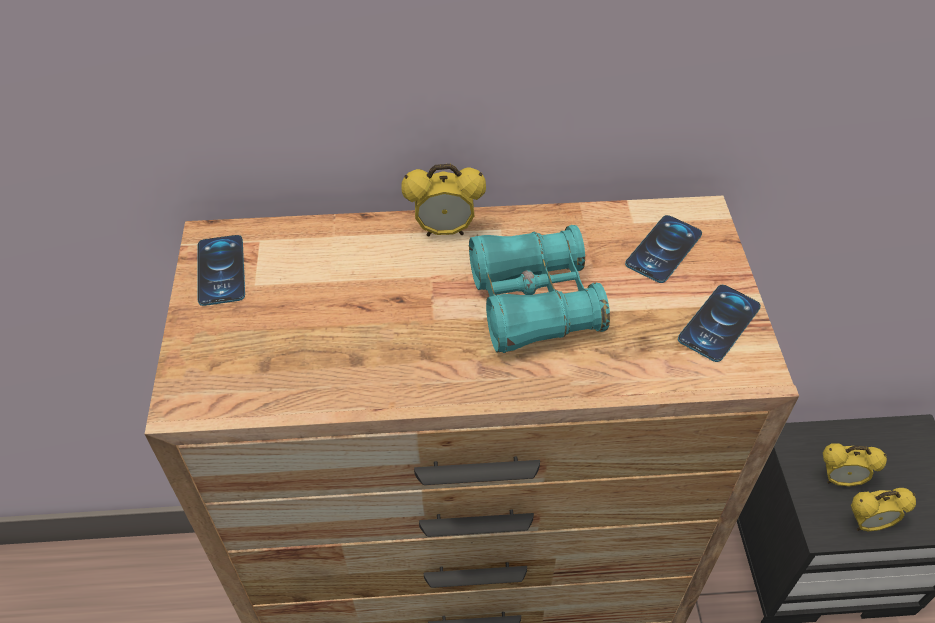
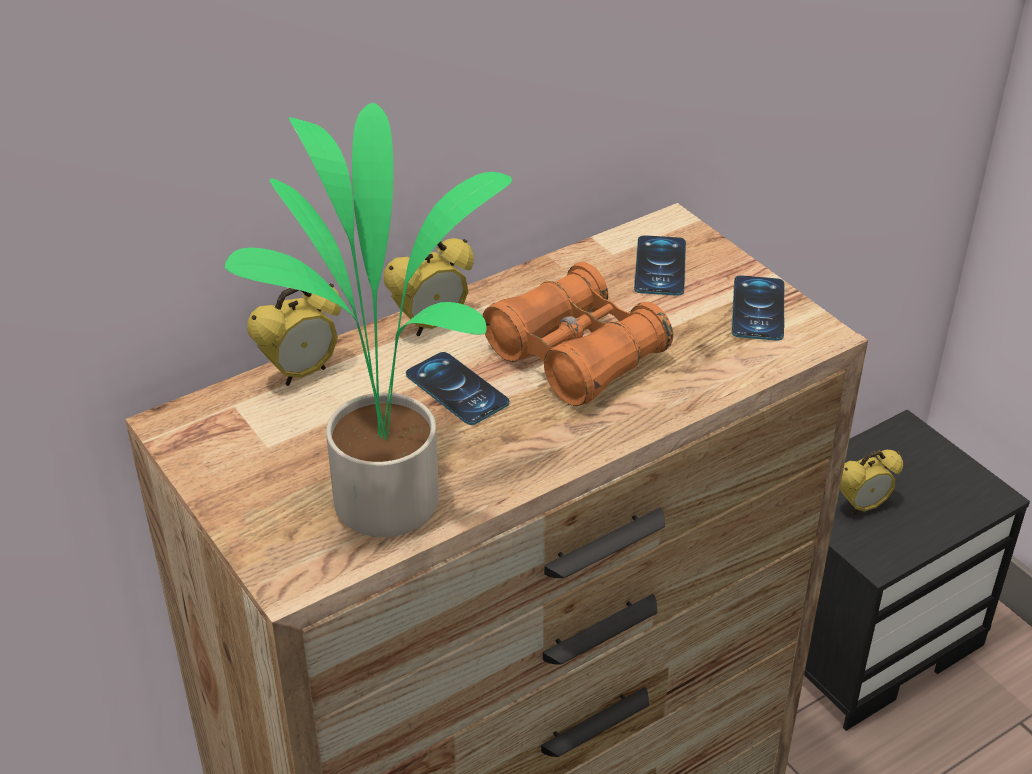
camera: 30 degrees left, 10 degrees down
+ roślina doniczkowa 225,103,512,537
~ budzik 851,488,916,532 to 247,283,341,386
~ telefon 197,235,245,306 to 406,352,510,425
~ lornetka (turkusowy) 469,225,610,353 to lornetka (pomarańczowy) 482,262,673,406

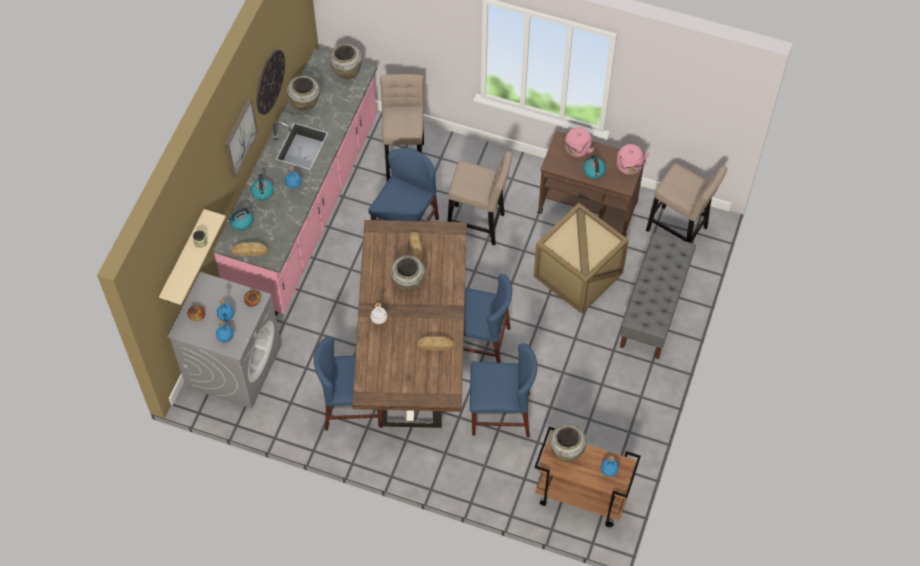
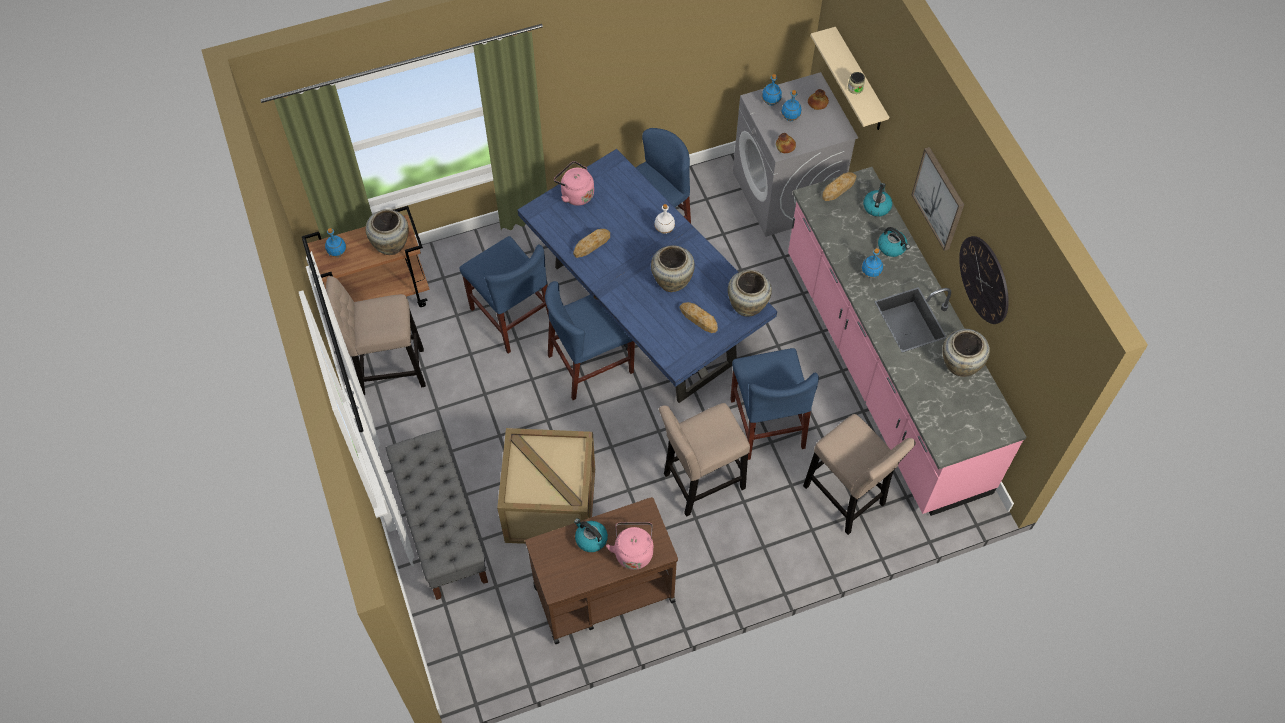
camera: 140 degrees right, 0 degrees up
~ stołek (beżowy) 646,164,728,243 to 326,276,426,395
~ krzesło (niebieski) 470,344,537,437 = 460,236,549,354 90 degrees counterclockwise
~ stół jadalny (brązowy) 352,220,467,428 to stół jadalny (niebieski) 517,149,777,403
~ czajnik (różowy) 616,144,649,174 to 554,161,594,206
~ wazon (beżowy) 329,44,362,80 to 728,270,772,317

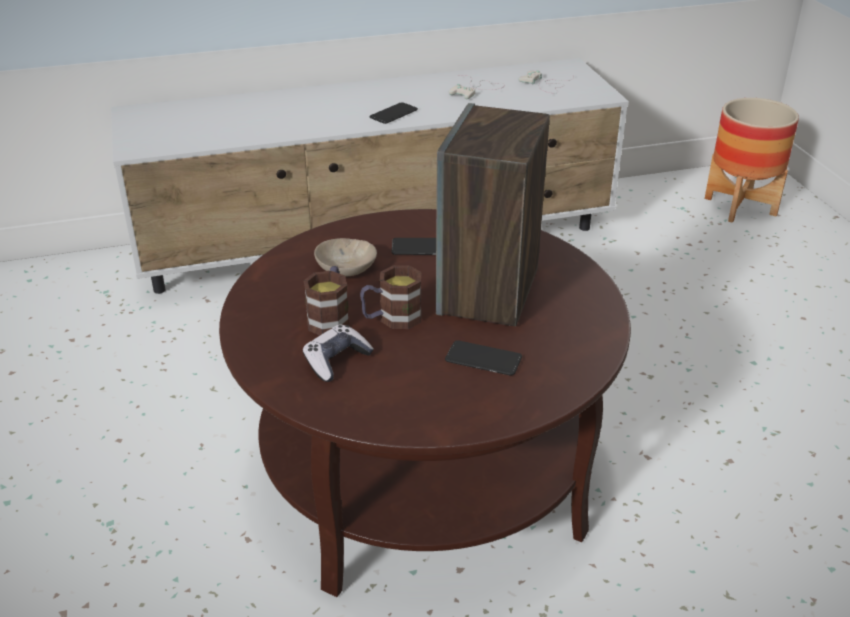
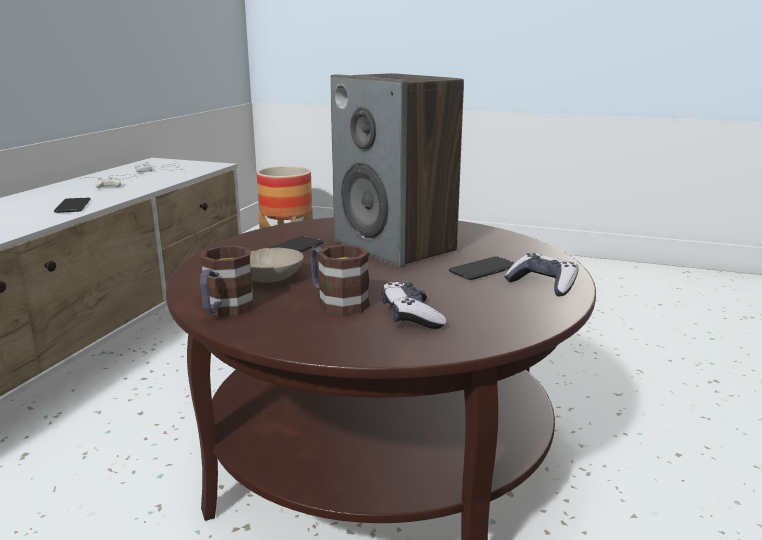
camera: 55 degrees left, 15 degrees down
~ kubek 360,265,422,329 to 200,245,254,316
+ pad do gier 504,253,579,296

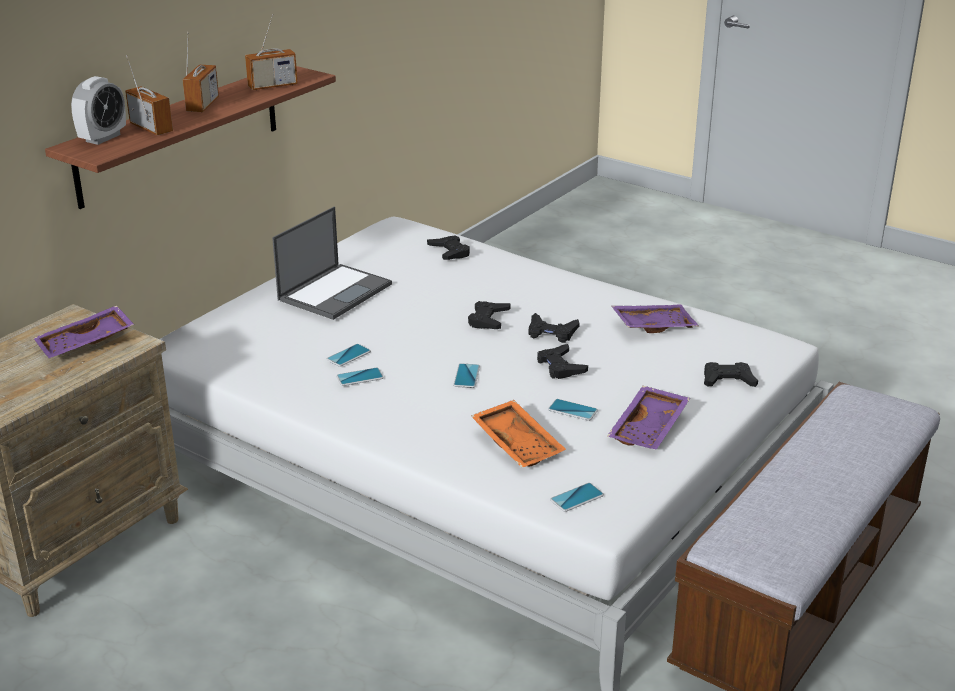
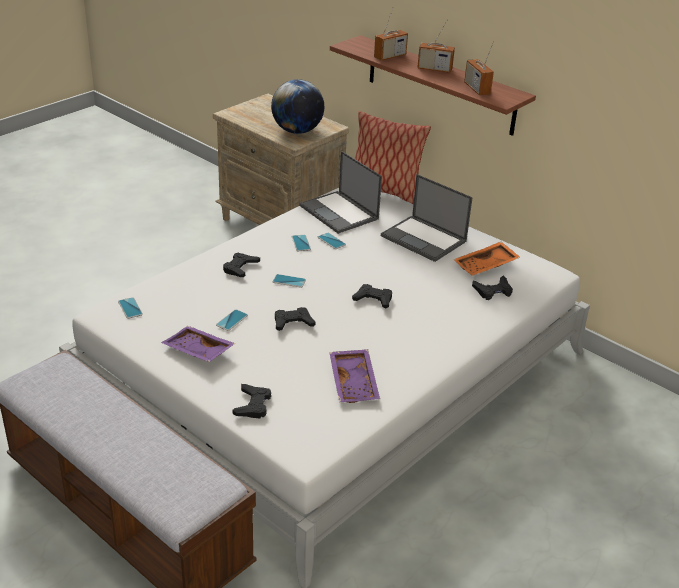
camera: 95 degrees right, 5 degrees up
~ pad do gier (czarny) 529,313,580,343 to 223,253,260,277
~ taca (fioletowy) 33,305,134,358 to globus 271,79,324,134
+ laptop 300,151,382,234
+ poduszka 355,111,431,204
~ taca (pomarańczowy) 471,400,566,468 to 453,242,520,276
- budzik 71,76,126,145

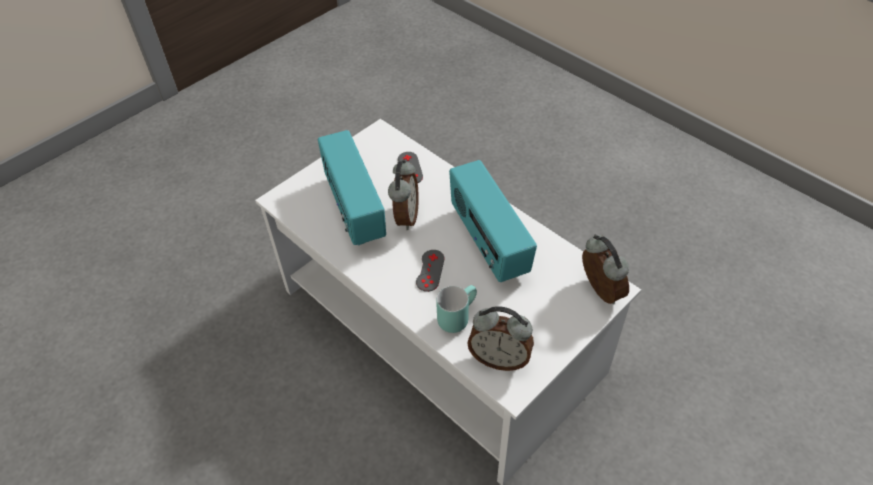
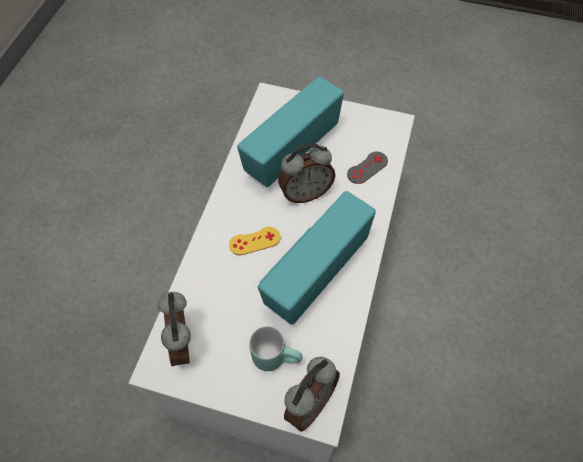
camera: 60 degrees right, 10 degrees up
~ pad do gier (szary) 416,250,445,292 to pad do gier (żółty) 229,227,281,255
~ kubek (turkusowy) 436,285,477,333 to 249,326,303,371

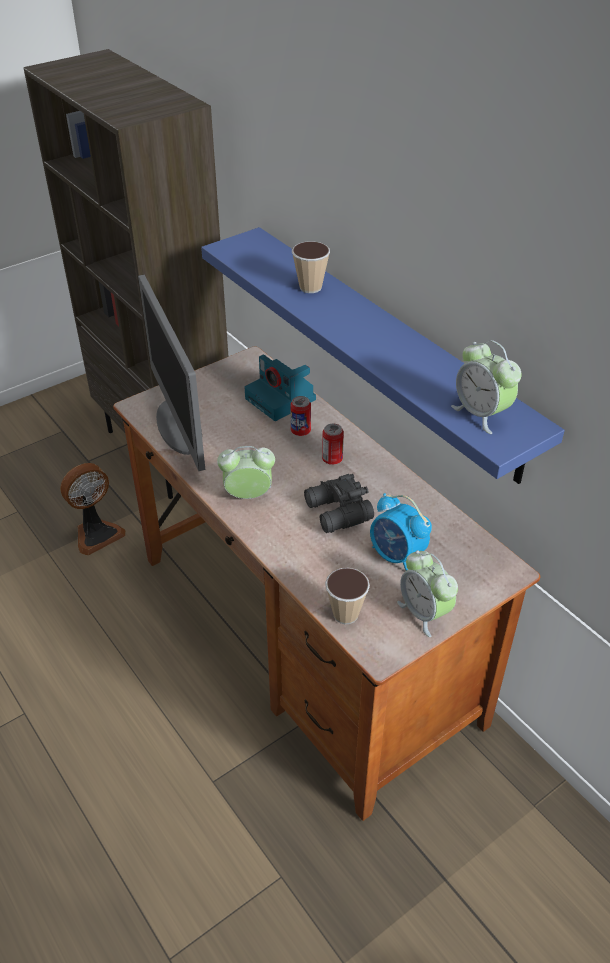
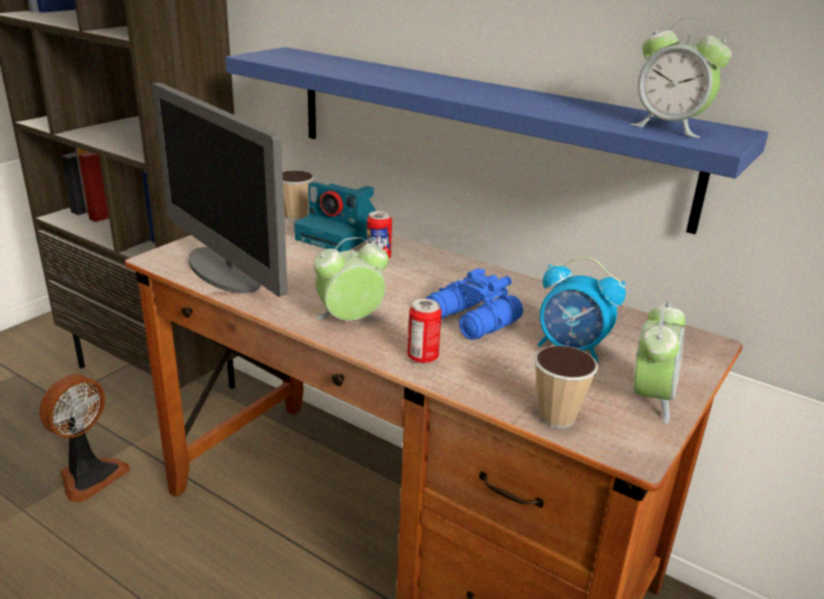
camera: 20 degrees left, 15 degrees down
~ filiżanka 292,241,330,293 to 283,170,314,220
~ puszka 322,424,344,465 to 407,299,442,363
~ lornetka (czarny) 304,474,374,533 to lornetka (niebieski) 425,268,523,340
~ budzik 397,550,458,637 = 633,300,685,424 105 degrees counterclockwise

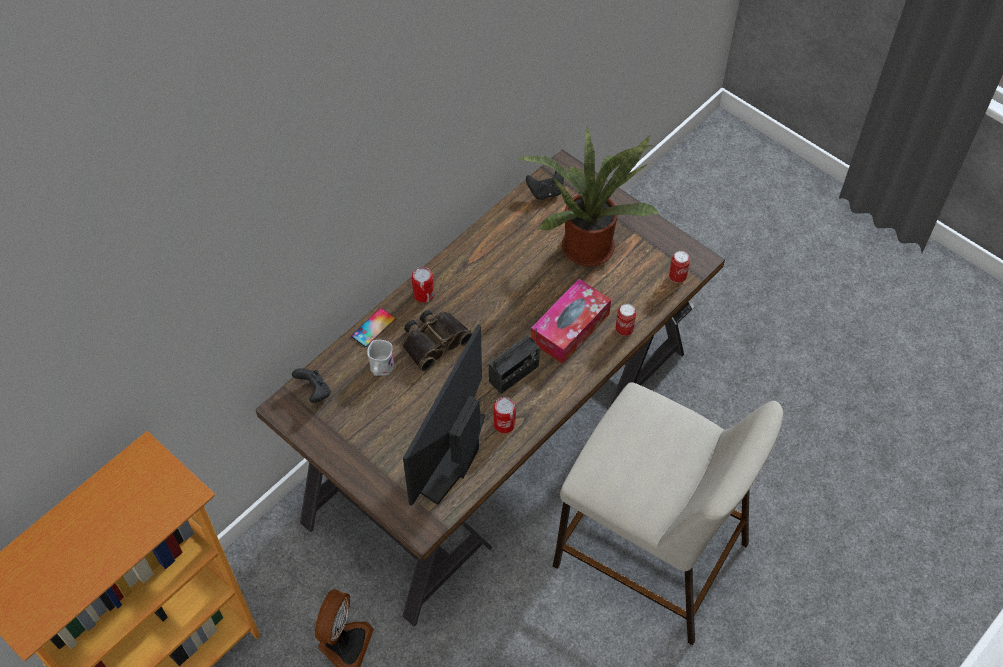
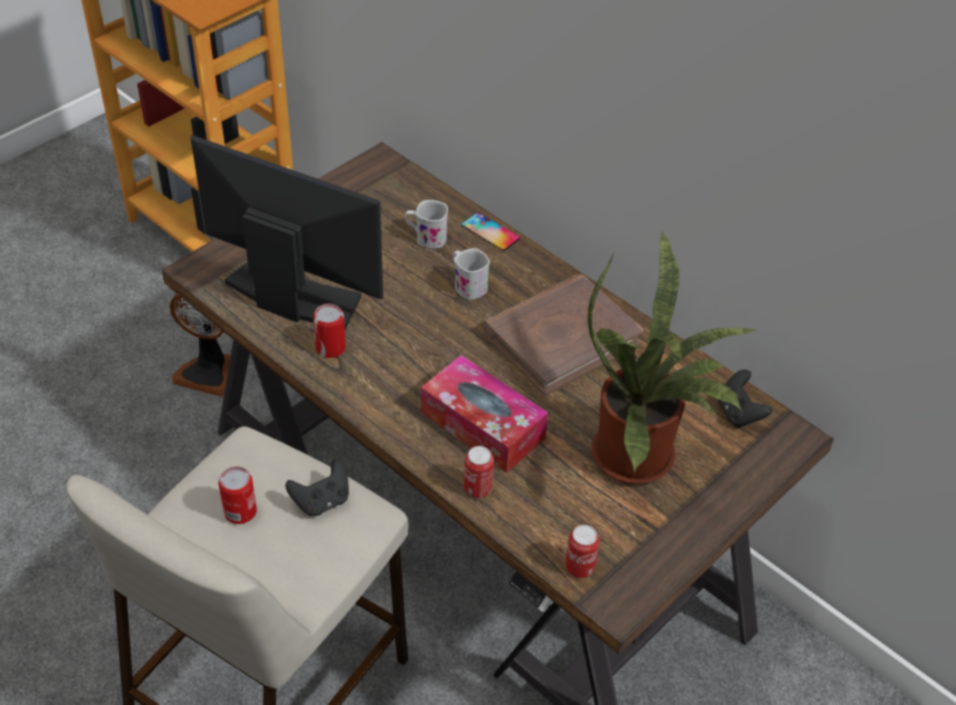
camera: 90 degrees right, 10 degrees down
~ puszka 412,267,434,303 to 218,467,257,524
~ pad do gier (czarny) 292,368,331,403 to 285,459,349,516
~ lornetka 402,310,473,372 to kubek (biały) 453,248,490,300
+ książka (brązowy) 483,274,644,396
- radio 489,324,540,394

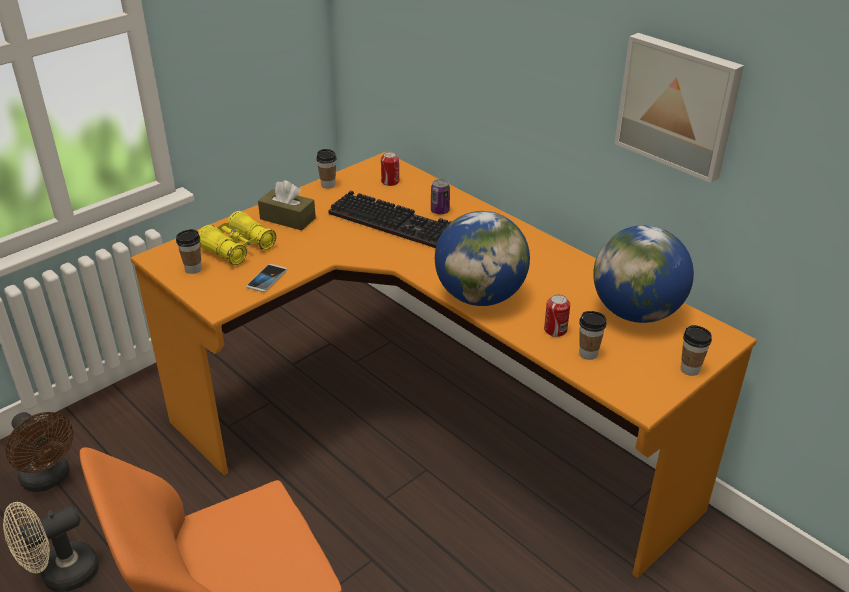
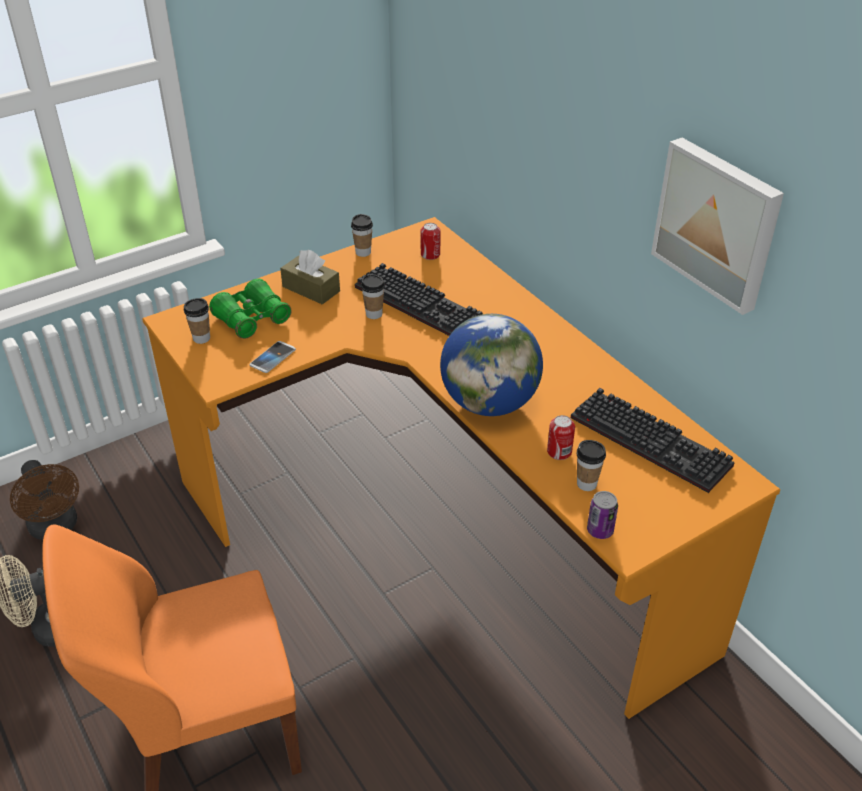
camera: 10 degrees right, 5 degrees up
~ lornetka (żółty) 199,211,276,265 to lornetka (zielony) 209,278,292,339
~ filiżanka 681,325,712,376 to 361,274,385,319
~ globus 593,225,694,323 to klawiatura 571,388,735,493
~ puszka 431,179,450,215 to 587,491,618,539

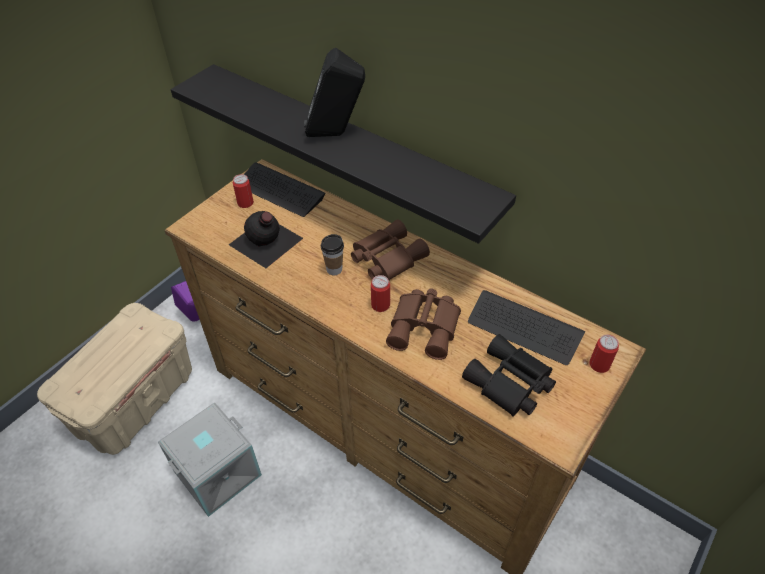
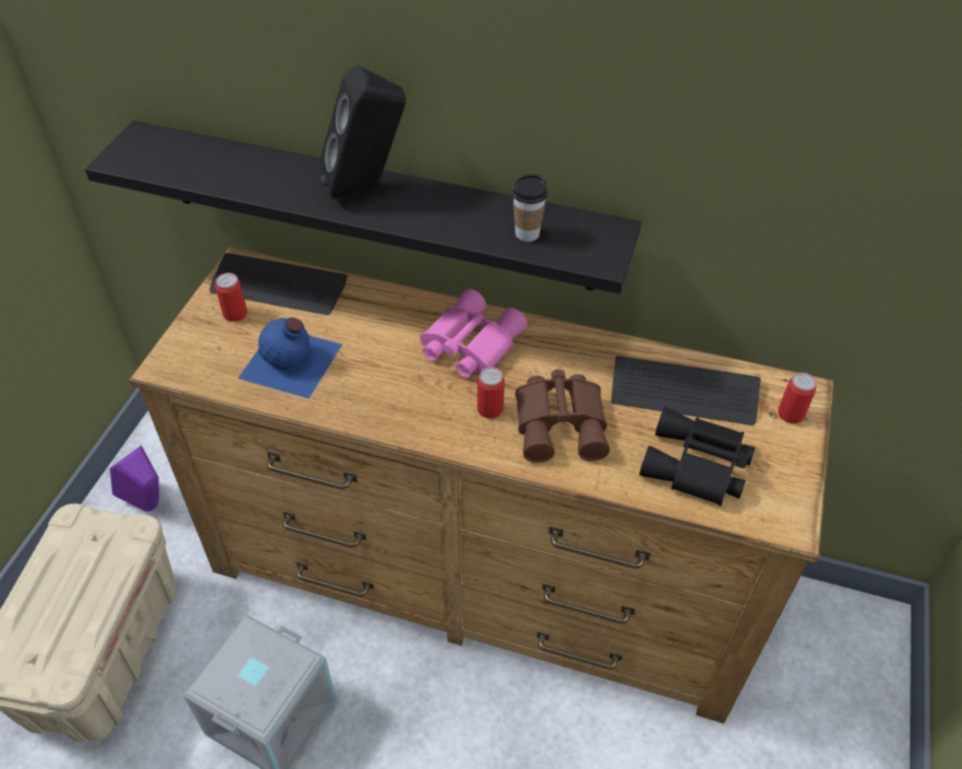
camera: 20 degrees left, 0 degrees up
~ butelka (czarny) 229,211,303,268 to butelka (niebieski) 238,317,343,399
~ lornetka (brązowy) 351,220,430,281 to lornetka (różowy) 420,289,527,378
~ filiżanka 321,234,344,275 to 512,174,548,242

